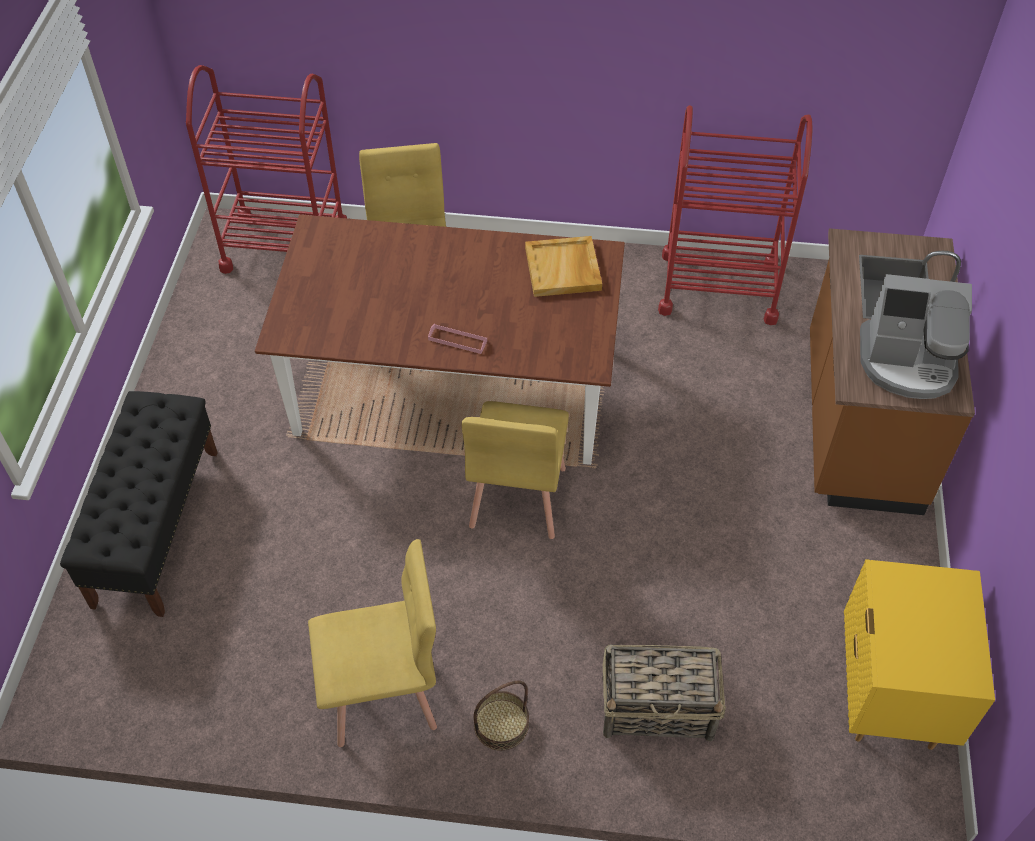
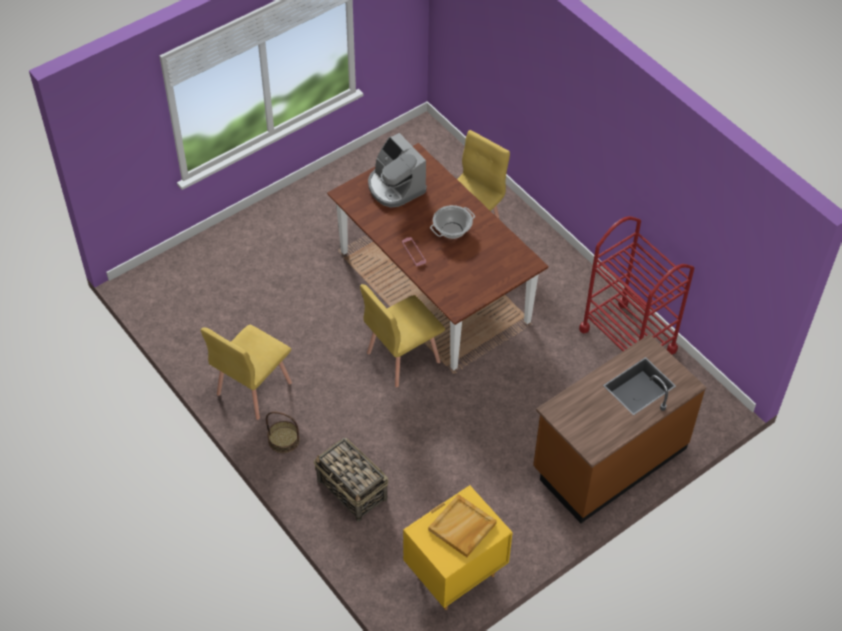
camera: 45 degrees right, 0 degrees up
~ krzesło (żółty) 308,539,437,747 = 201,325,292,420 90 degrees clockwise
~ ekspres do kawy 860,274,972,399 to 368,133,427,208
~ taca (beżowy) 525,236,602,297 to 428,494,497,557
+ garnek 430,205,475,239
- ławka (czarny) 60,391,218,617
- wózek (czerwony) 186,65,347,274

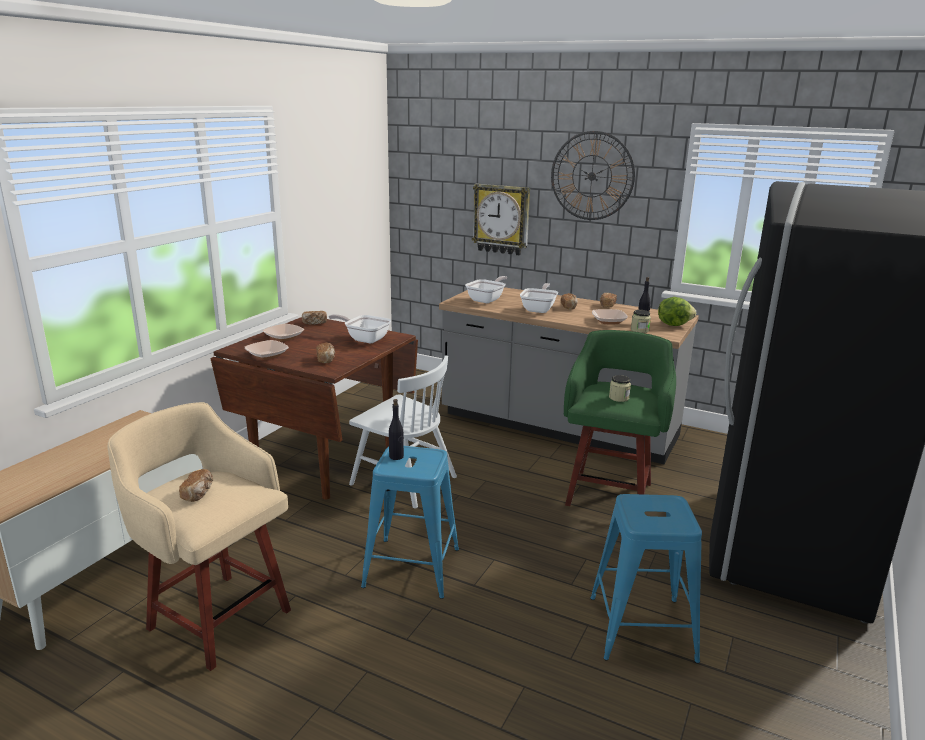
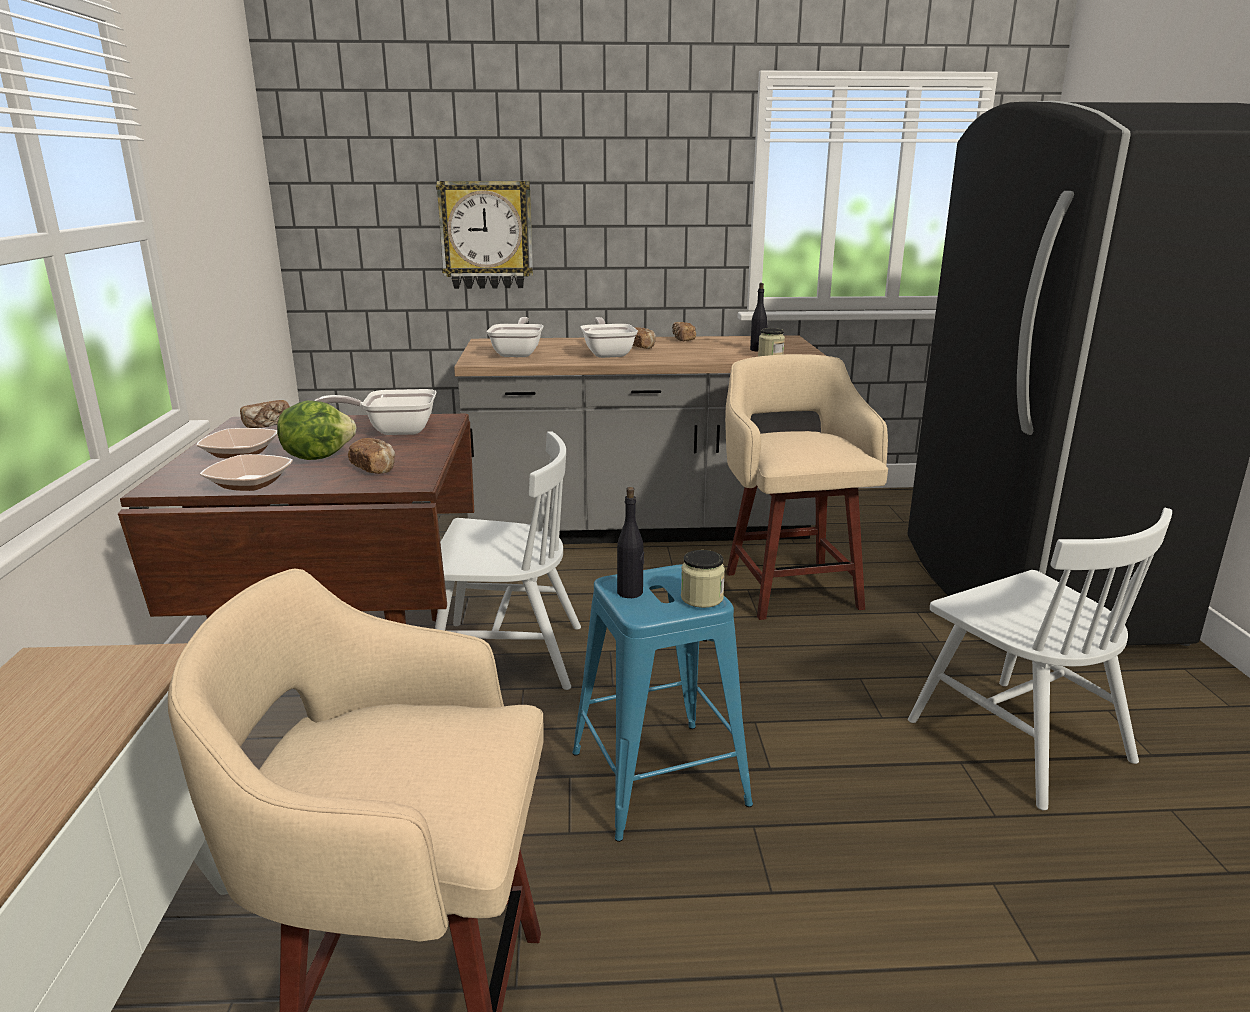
camera: 30 degrees left, 0 degrees up
~ sałata 658,297,696,326 to 277,401,356,460
~ słoik 609,375,631,402 to 681,550,725,608
~ stołek (zielony) 564,330,676,506 to stołek (beżowy) 725,354,888,620
~ stołek (niebieski) 590,494,702,663 to krzesło (biały) 908,508,1172,810
- chleb 179,469,213,502
- zegar ścienny 551,131,635,220
- miska 592,309,628,325

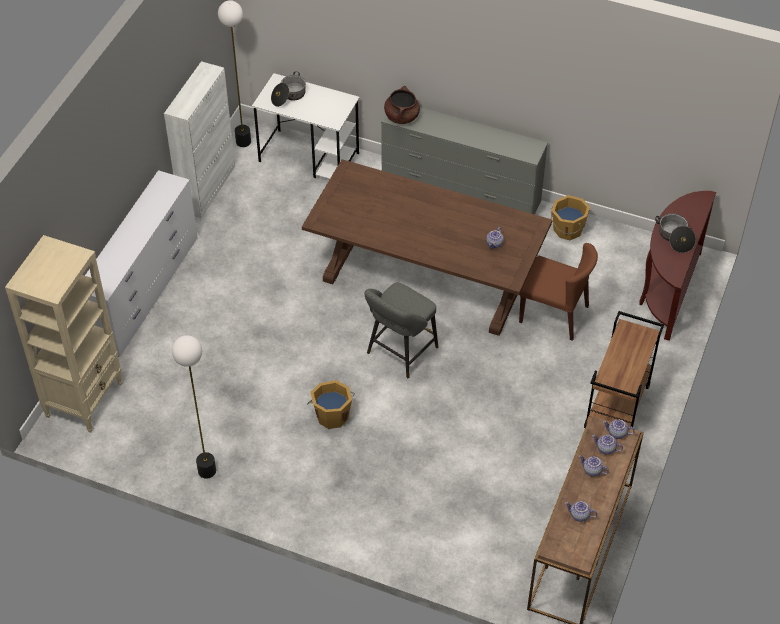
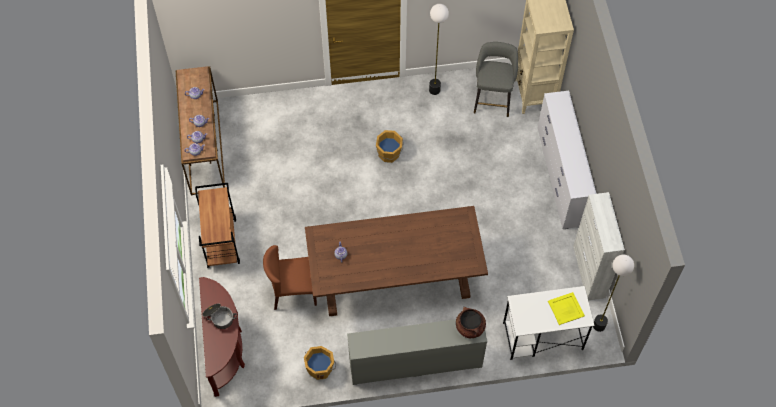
camera: 150 degrees right, 10 degrees up
~ stołek (szary) 365,282,438,378 to 474,42,518,117
~ garnek 271,71,306,107 to taca (żółty) 548,292,585,325

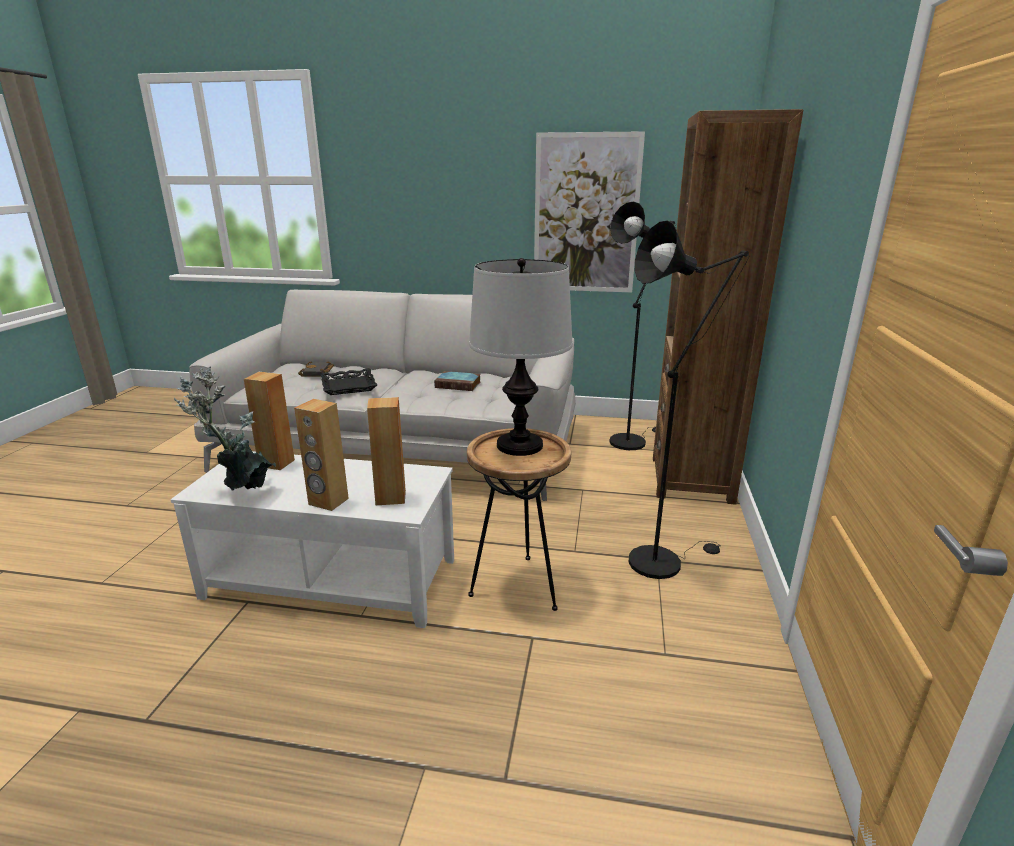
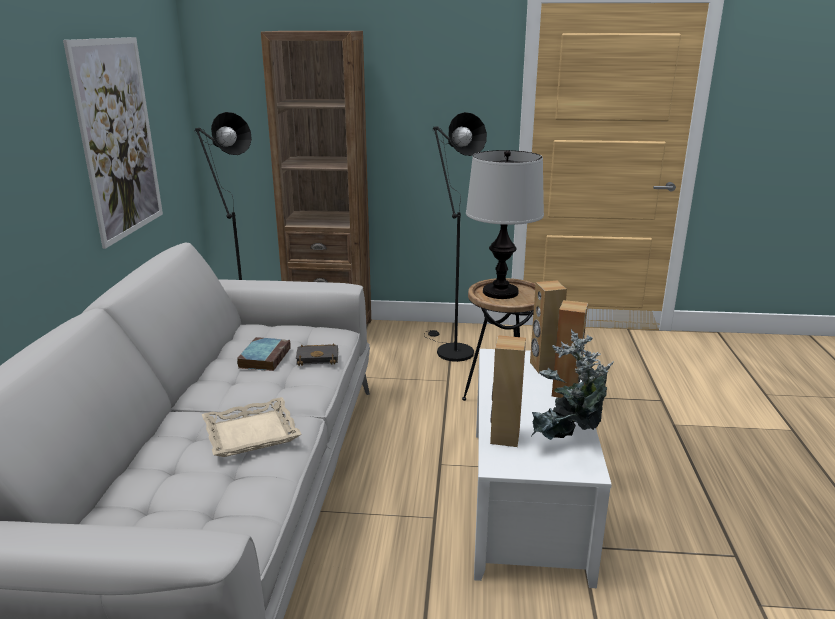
camera: 95 degrees left, 0 degrees up
~ taca (czarny) 320,368,377,395 to taca (beżowy) 202,397,302,457
~ książka (czarny) 298,361,334,377 to 296,343,338,366

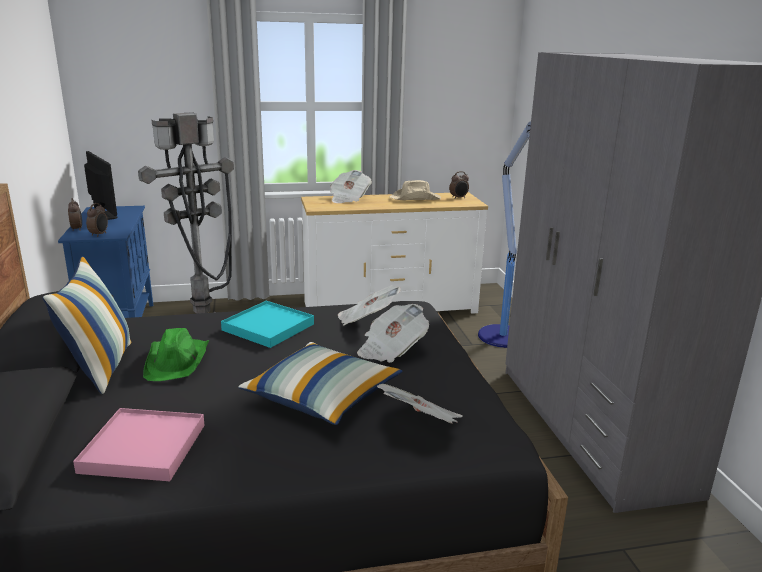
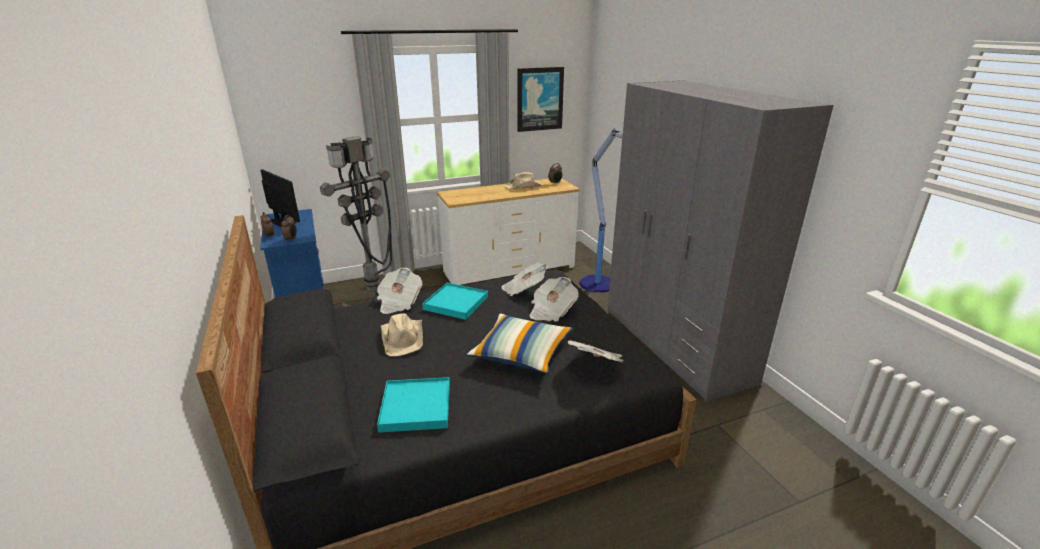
camera: 10 degrees left, 5 degrees up
~ gazeta 330,170,372,203 to 377,268,422,314
~ taca (różowy) 73,408,205,481 to taca (turkusowy) 377,377,450,433
~ kapelusz (zielony) 143,328,209,381 to kapelusz (beżowy) 381,313,423,356
+ obraz 517,67,564,132
- poduszka 42,256,131,395

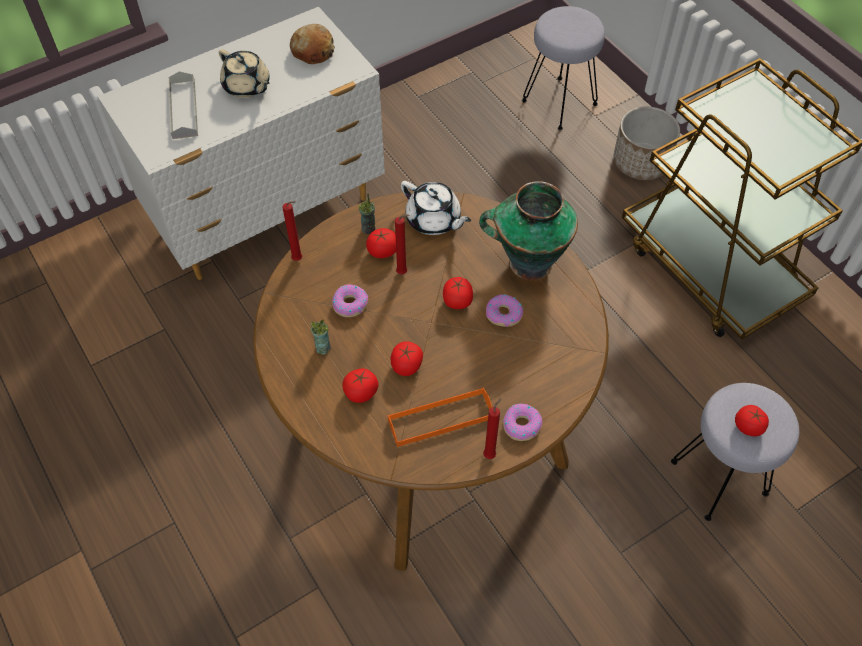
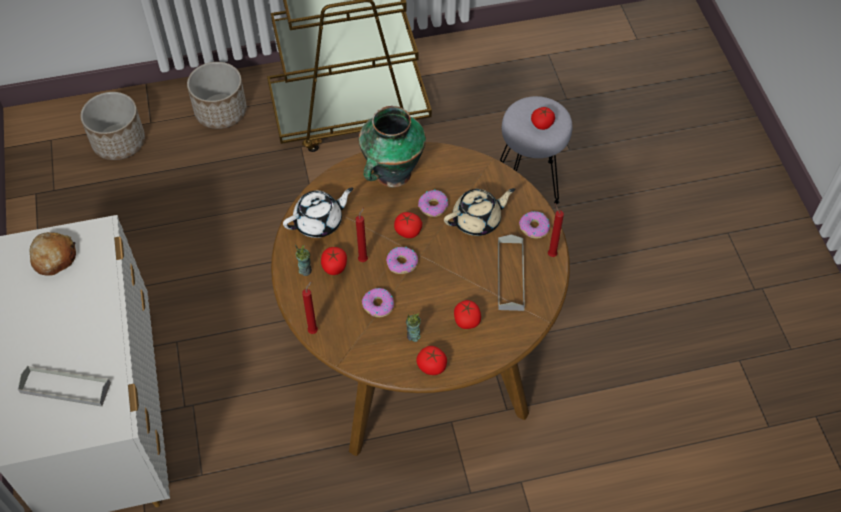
camera: 70 degrees left, 0 degrees up
~ stołek (szary) 522,6,605,130 to donica 80,92,145,160
+ donut 386,247,418,274
~ pomidor 390,341,423,376 to 416,346,447,375
~ imbryk (beżowy) 219,49,270,98 to 444,188,515,236
~ taca (pomarańczowy) 388,387,492,447 to taca (szary) 498,235,525,311

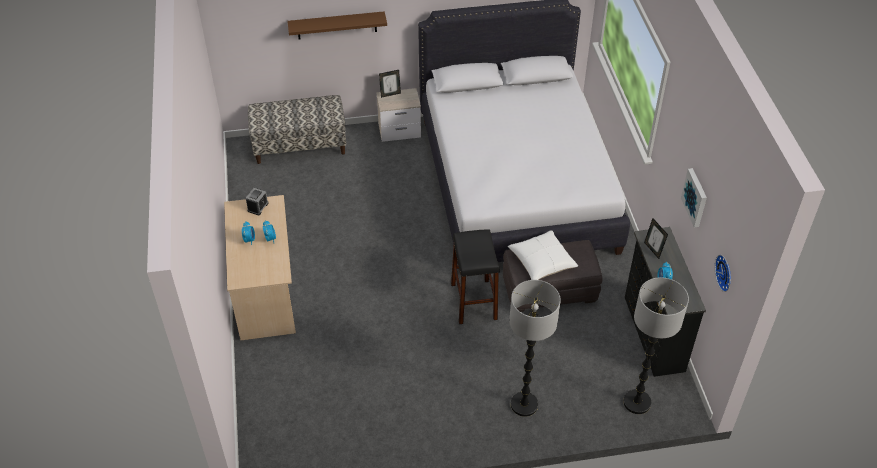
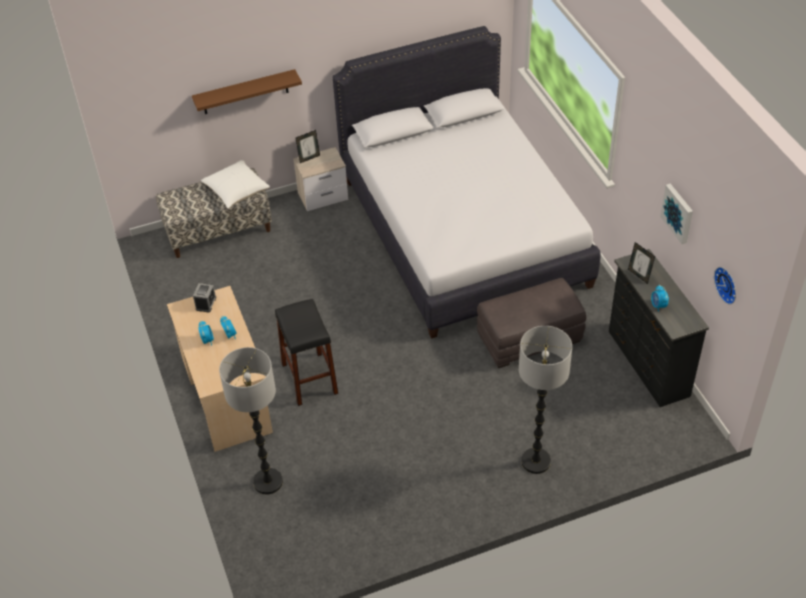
camera: 10 degrees left, 0 degrees up
~ poduszka (biały) 508,230,578,280 to 201,160,270,208
~ lampa stojąca 623,277,689,414 to 219,347,283,495
~ stołek (czarny) 451,229,500,324 to 275,299,338,406

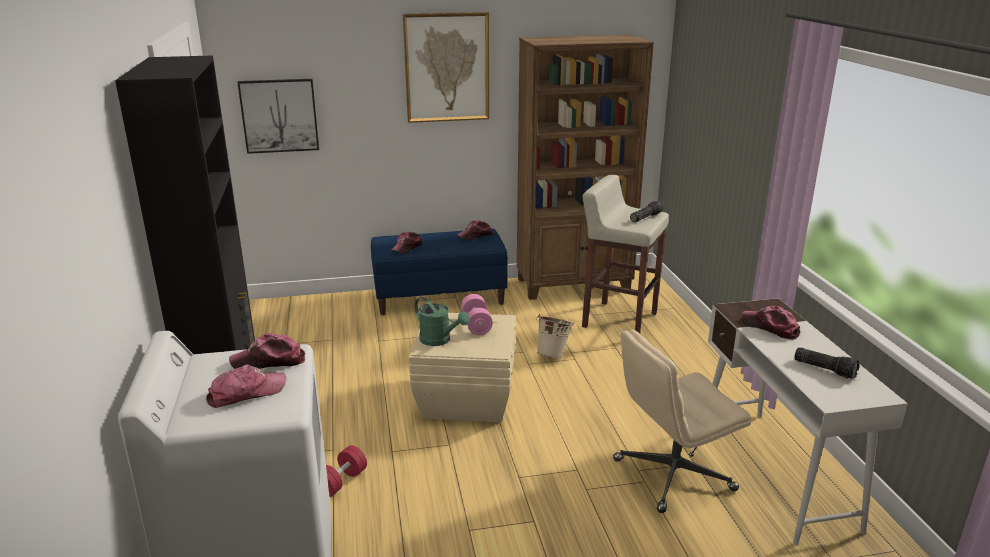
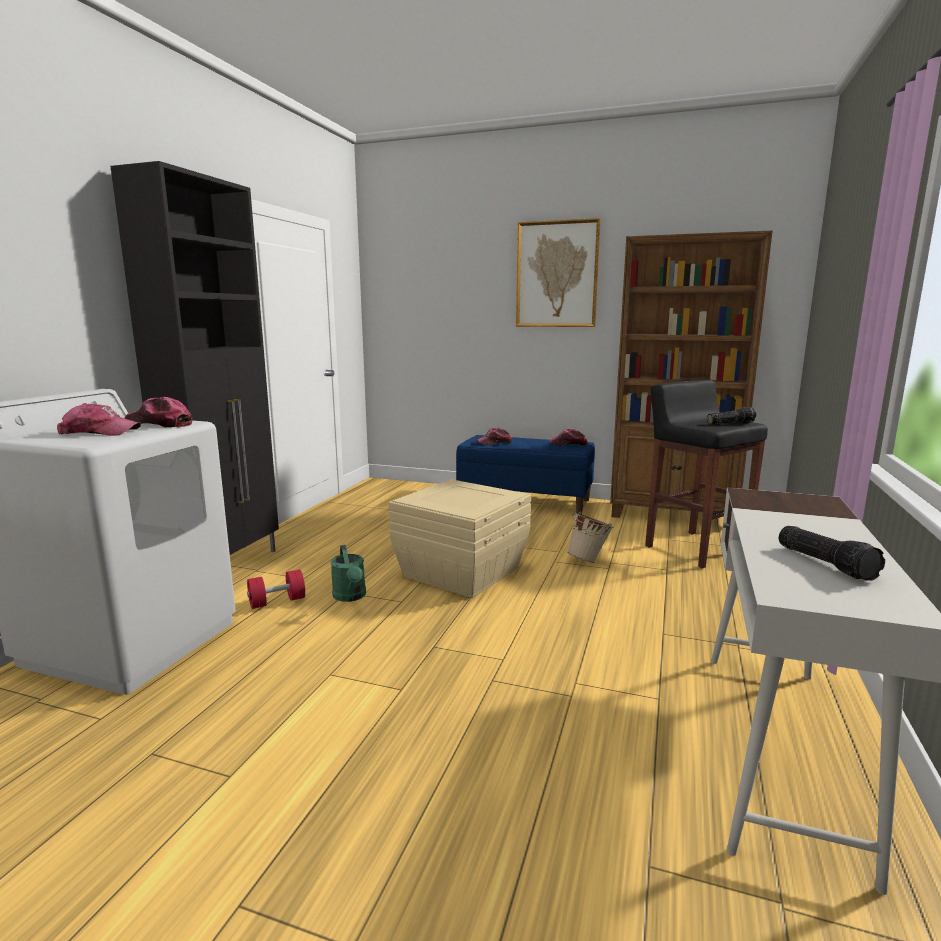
camera: 30 degrees right, 10 degrees down
~ konewka (zielony) 415,297,470,346 to 331,545,366,602
~ stołek (beżowy) 582,175,669,334 to stołek (czarny) 645,380,768,568
- obraz 237,79,319,154
- hantel (różowy) 461,294,493,335
- krzesło biurowe (beżowy) 613,329,751,513
- czapka z daszkiem 741,306,800,340

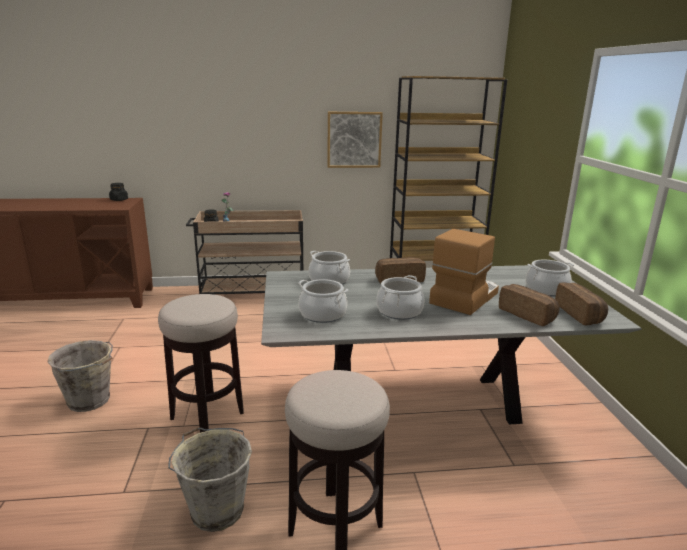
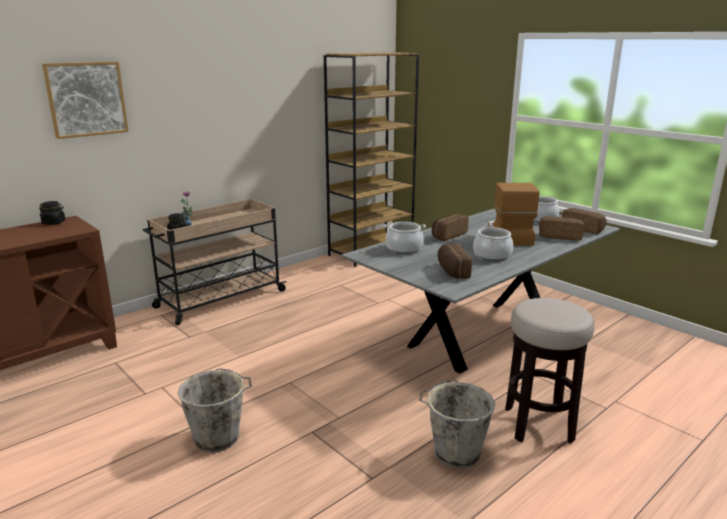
camera: 35 degrees left, 0 degrees up
~ obraz 327,112,383,168 to 42,62,129,139
~ garnek 298,279,348,323 to chleb 438,243,472,279
- stołek 158,294,244,433

